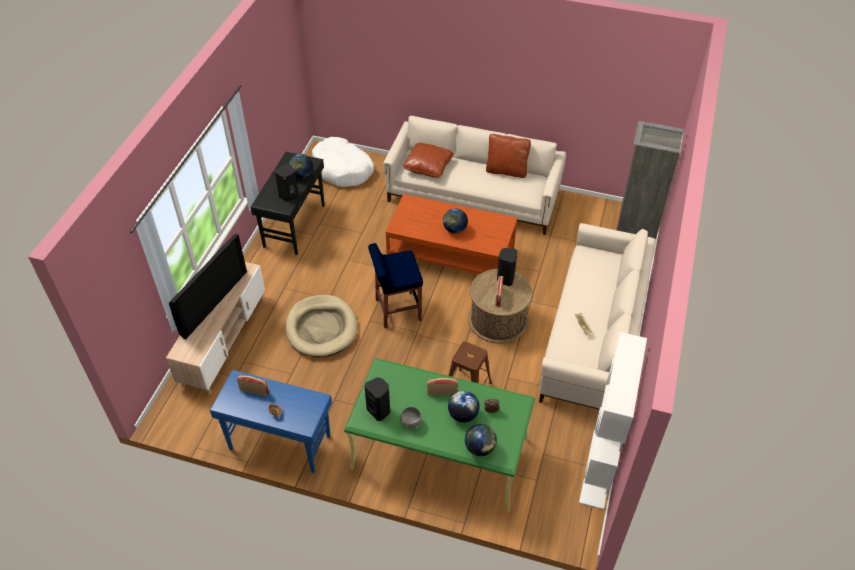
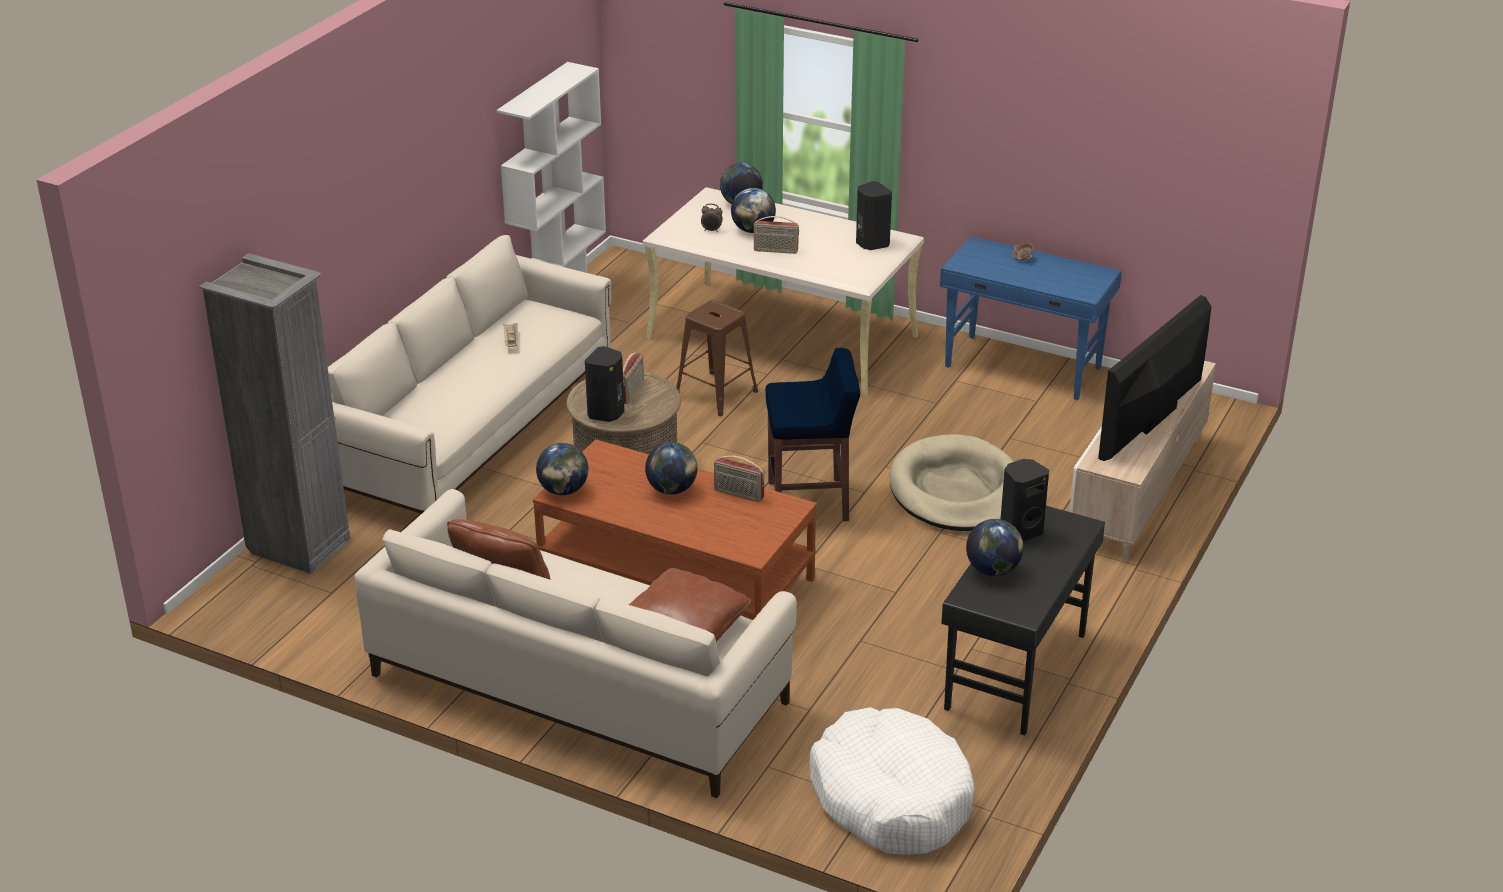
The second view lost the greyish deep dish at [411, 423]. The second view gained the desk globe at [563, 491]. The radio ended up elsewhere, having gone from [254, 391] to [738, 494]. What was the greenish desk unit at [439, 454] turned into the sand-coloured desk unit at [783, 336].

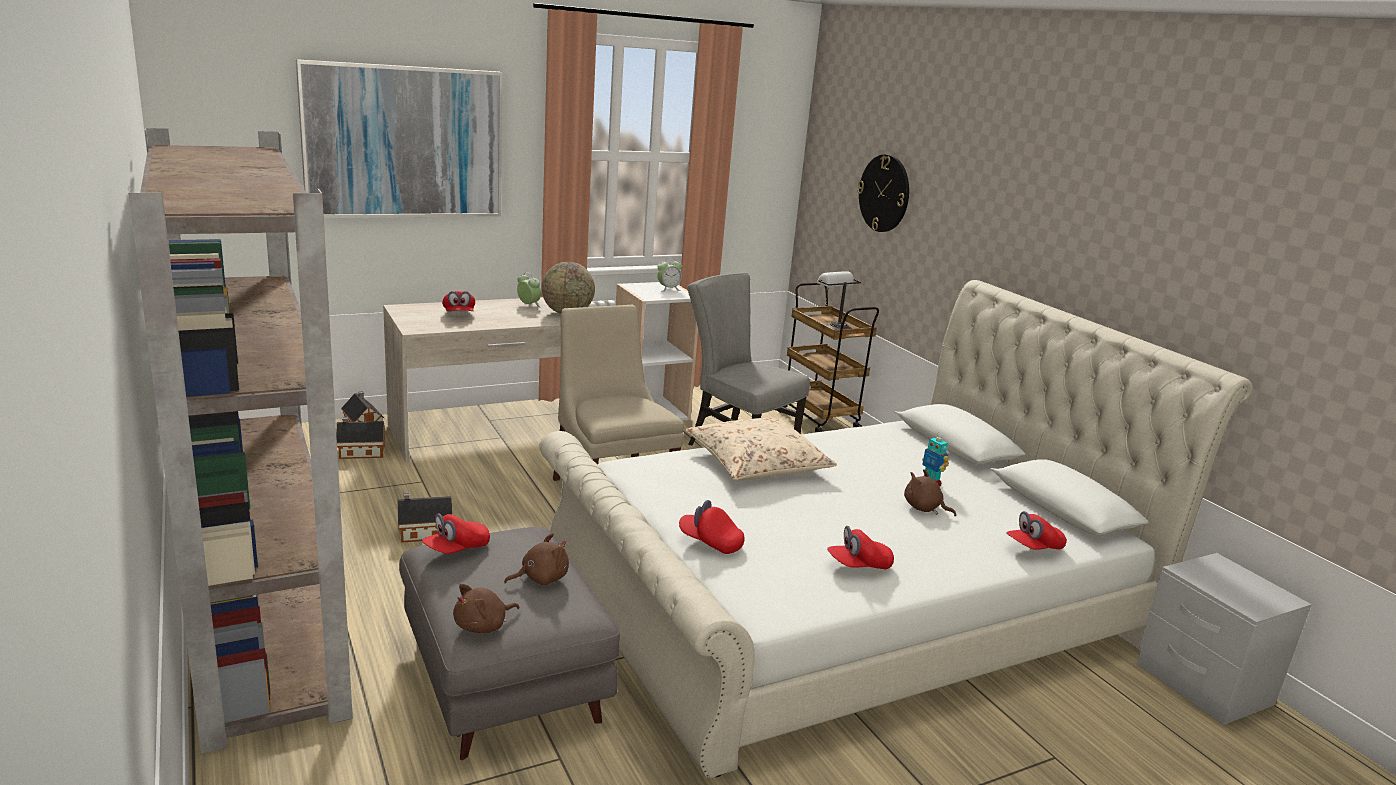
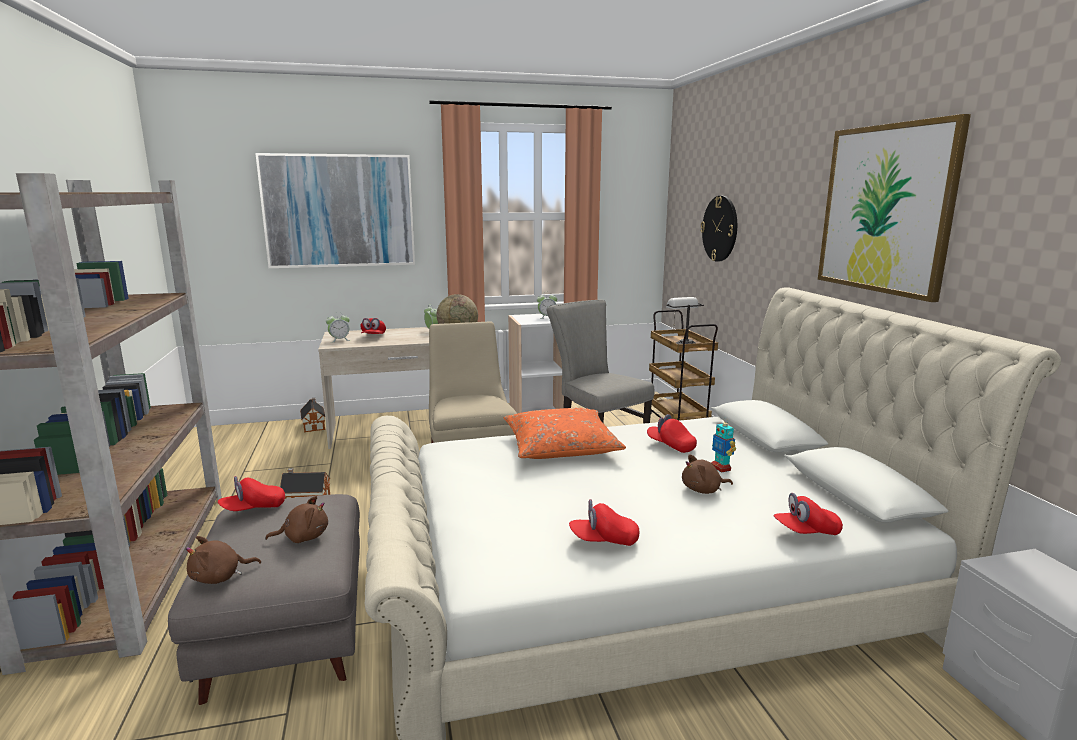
The second view lost the model house at [360, 452]. The second view gained the table clock at [339, 340]. The second view gained the wall art at [885, 209]. The red peaked cap ended up elsewhere, having gone from [710, 542] to [671, 446]. What was the sand-coloured pillow at [757, 463] turned into the orange-coloured pillow at [561, 447]. The brown soft toy at [924, 508] ended up facing another way, 60 degrees counterclockwise from before.

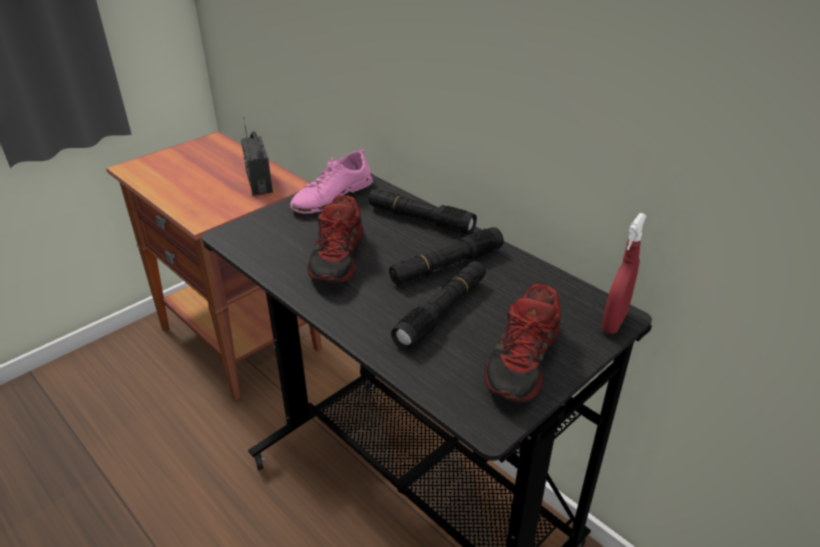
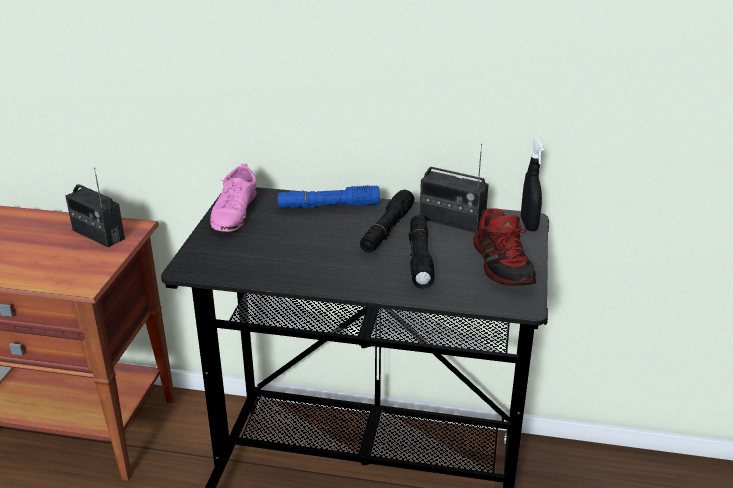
The second view lost the low shoe at [339, 258]. The second view gained the radio at [451, 221]. What was the blackish hand torch at [420, 220] turned into the blue hand torch at [328, 206]. What was the red spray bottle at [614, 322] turned into the blackish spray bottle at [529, 224].

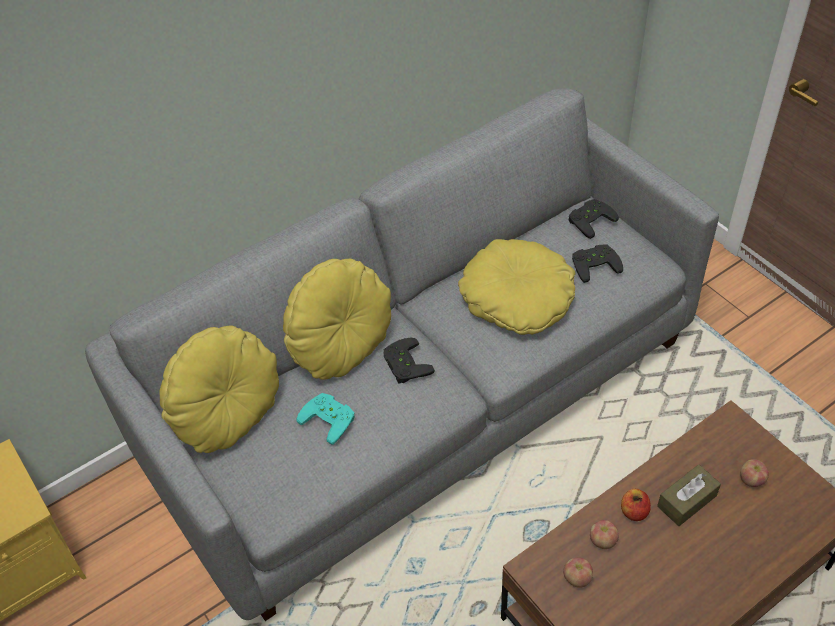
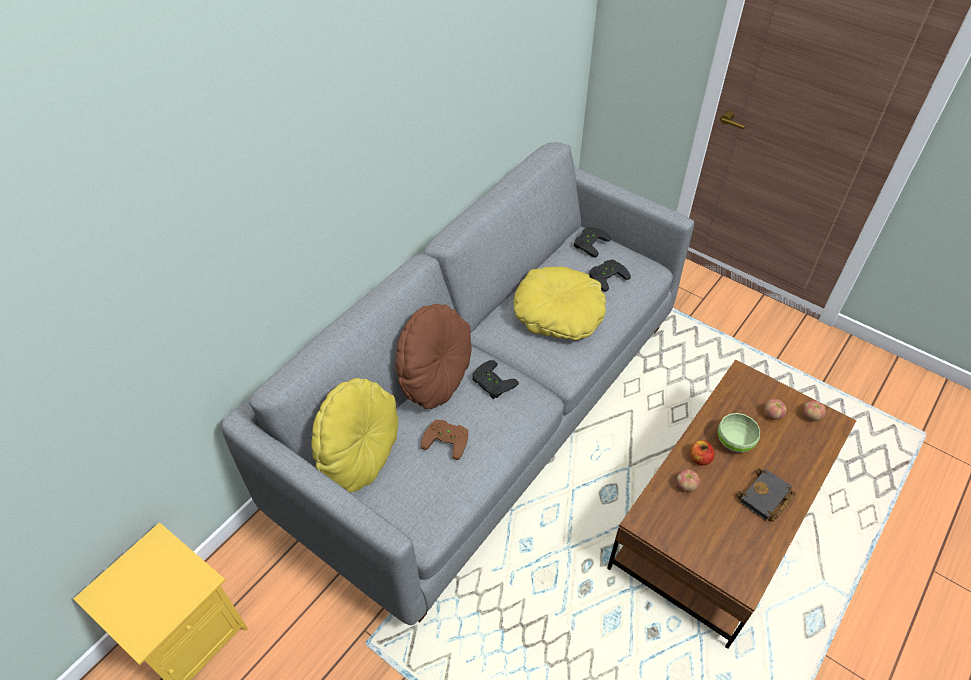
The second view gained the blackish bound book at [765, 499]. The whole apple ended up elsewhere, having gone from [577, 578] to [811, 416]. Where the brown tissue holder stood at [686, 501], the greenish deep dish came to stand at [734, 441]. What was the yellow pillow at [343, 351] turned into the brown pillow at [436, 383]. What was the blue-green joypad at [330, 418] turned into the brown joypad at [447, 439].

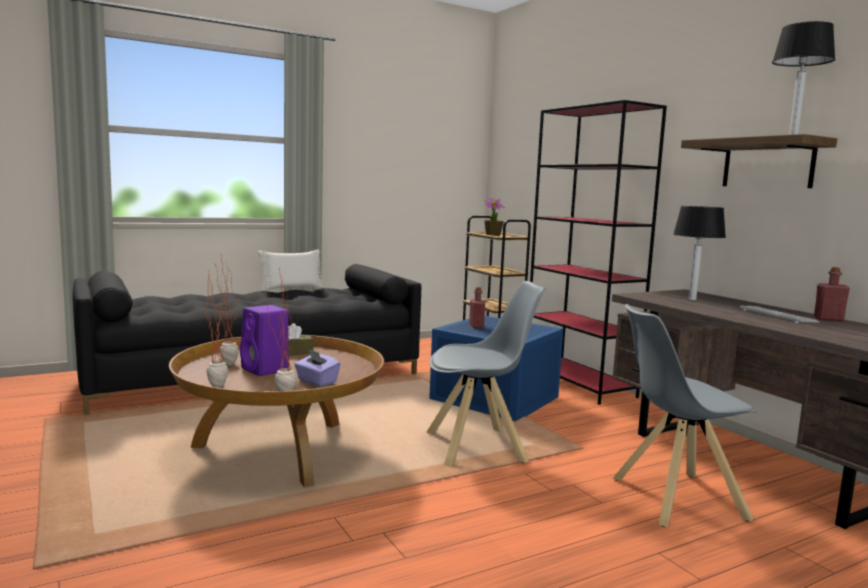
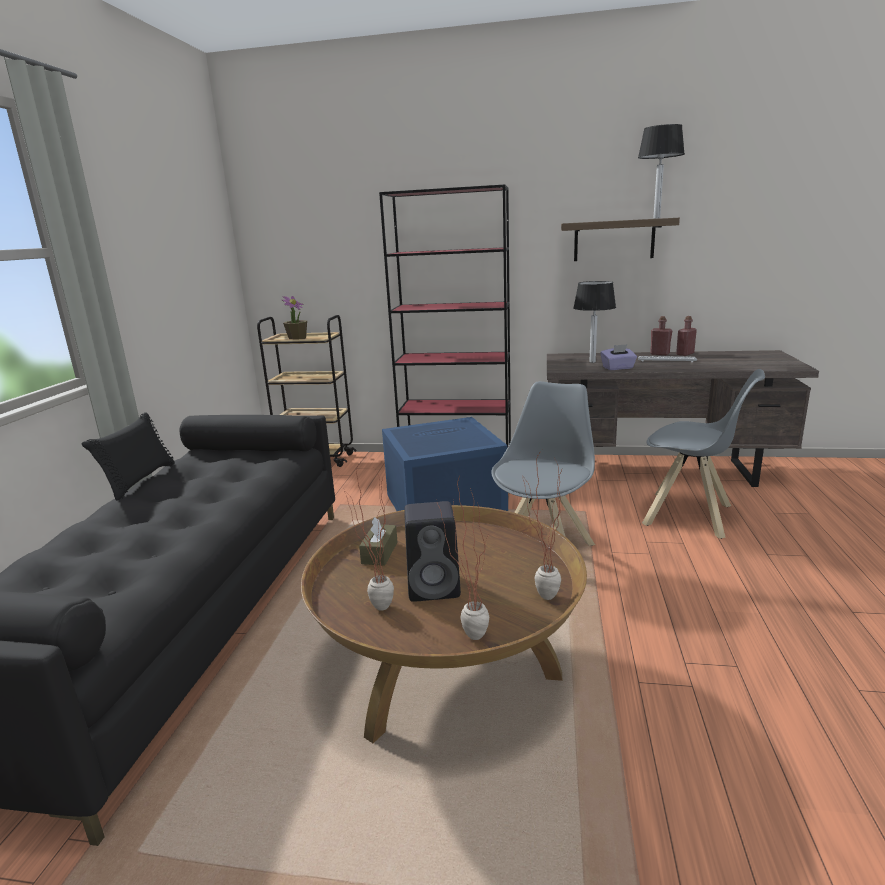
The purple tissue holder ended up elsewhere, having gone from [316, 381] to [618, 368]. The red bottle ended up elsewhere, having gone from [476, 326] to [659, 354]. What was the purple audio speaker at [266, 370] turned into the blackish audio speaker at [435, 587]. What was the white-coloured pillow at [291, 289] turned into the blackish pillow at [139, 481]. The greyish chair at [674, 498] ended up facing another way, 90 degrees counterclockwise from before.

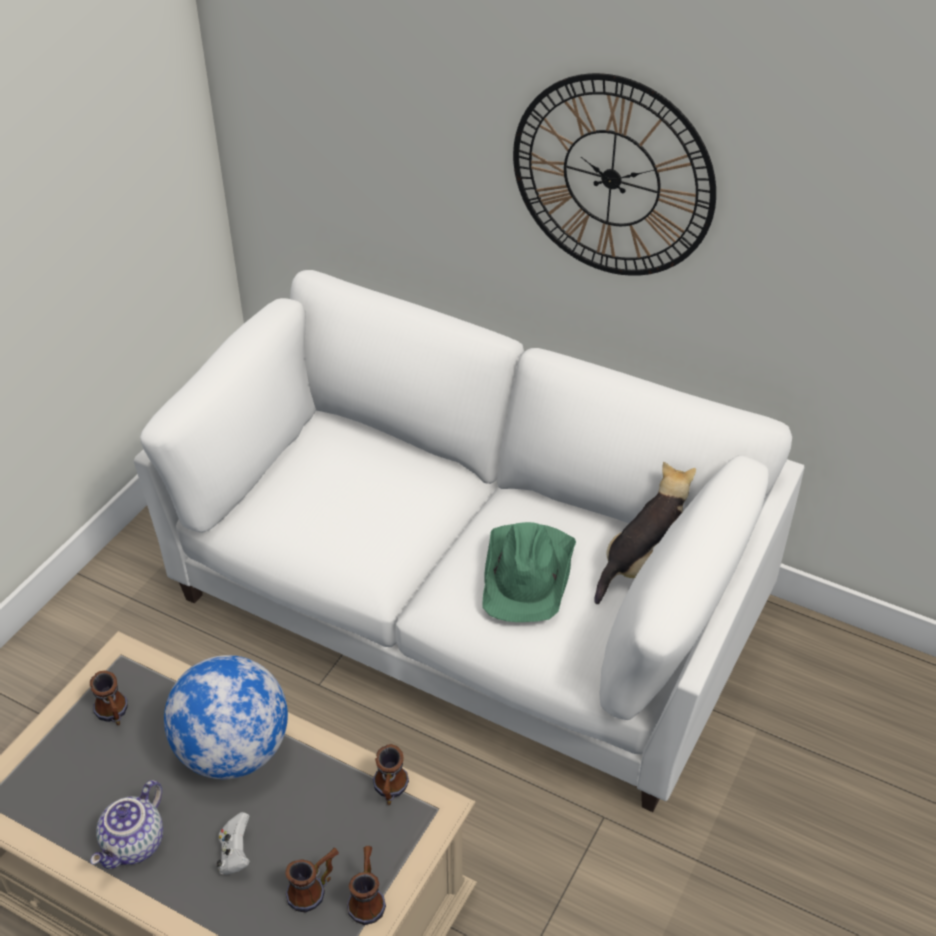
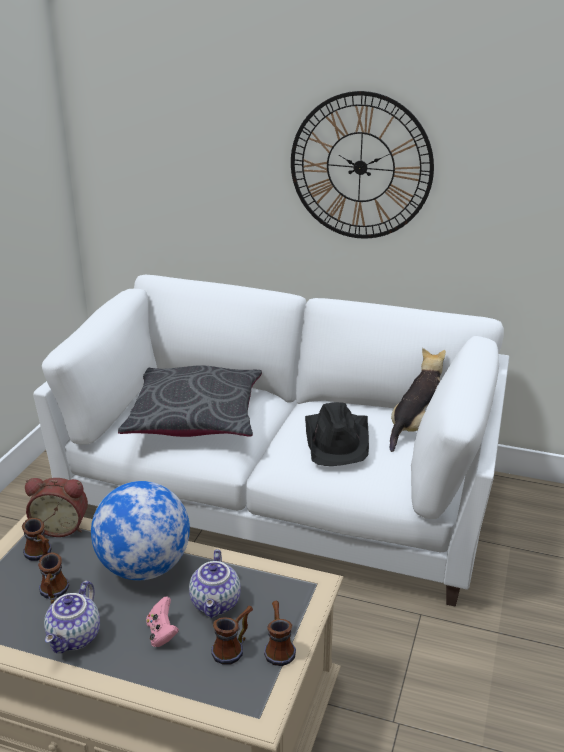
The second view gained the table clock at [61, 526]. The second view gained the greyish pillow at [195, 416]. The second view gained the teapot at [217, 604]. The mug ended up elsewhere, having gone from [390, 791] to [53, 595]. What was the white-coloured joypad at [235, 854] turned into the pinkish joypad at [162, 633]. What was the greenish wearable hat at [528, 573] turned into the blackish wearable hat at [337, 440].

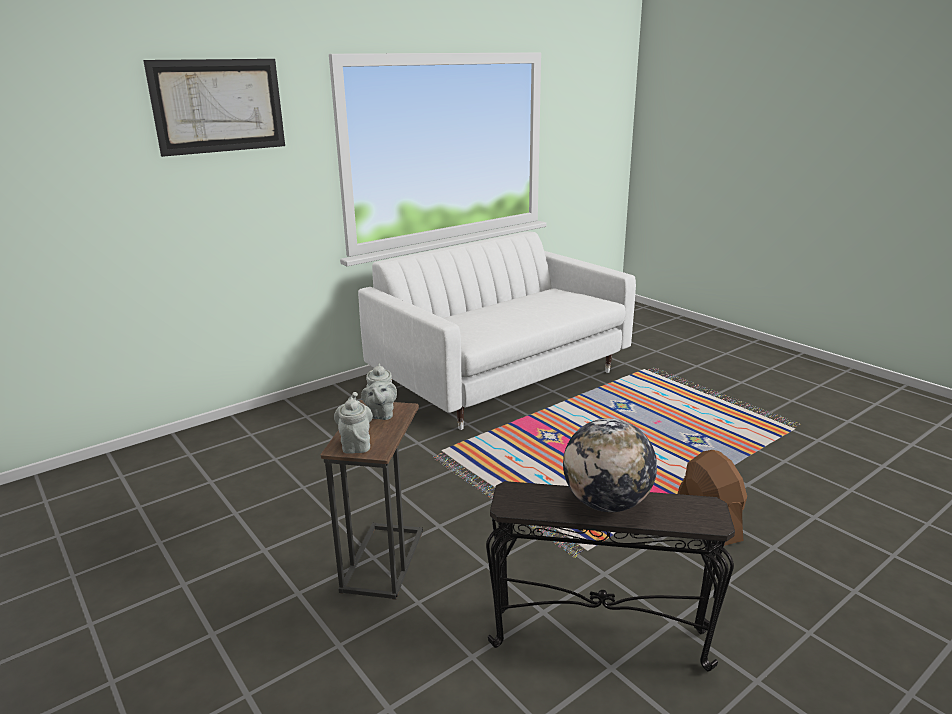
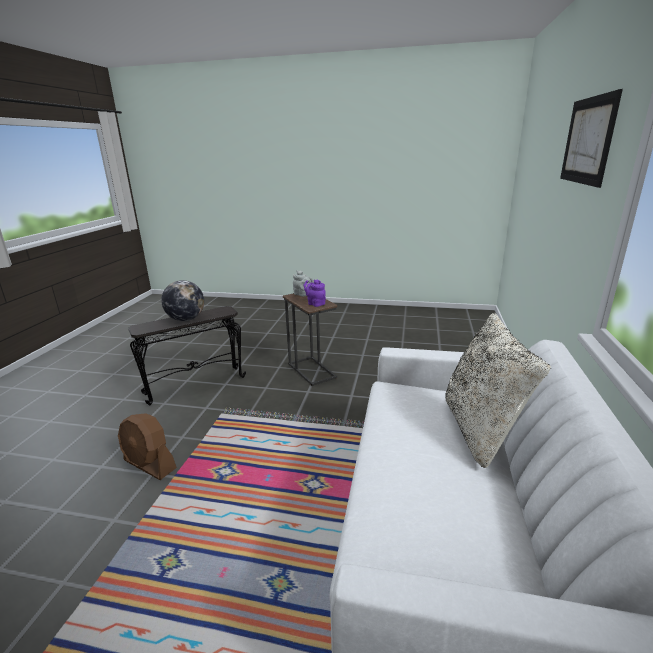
The second view gained the sand-coloured pillow at [479, 434]. What was the greyish teapot at [381, 414] turned into the purple teapot at [315, 303].

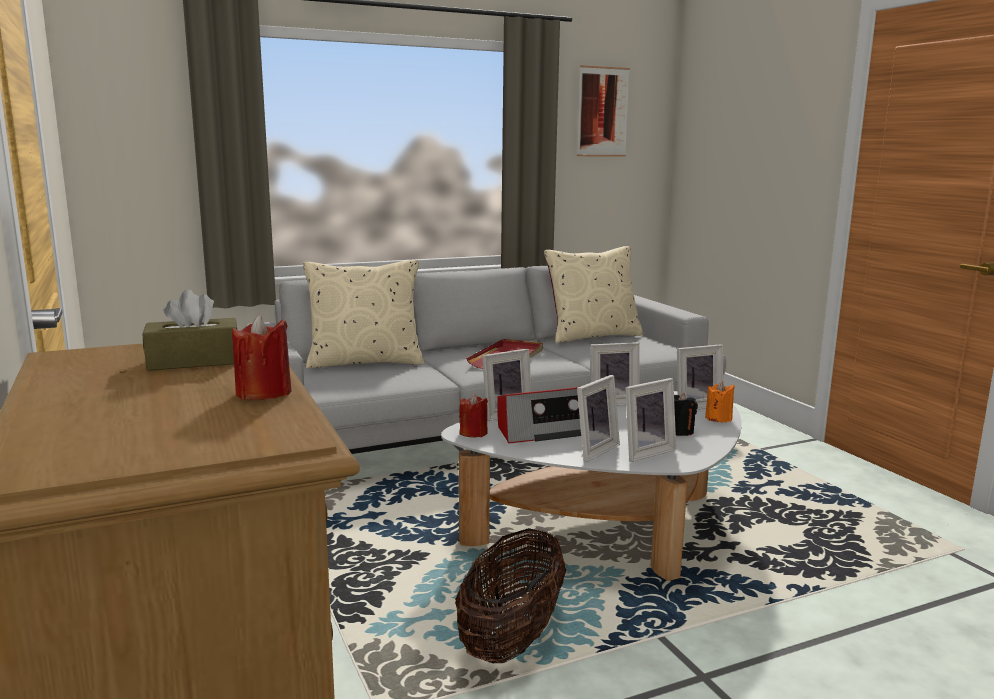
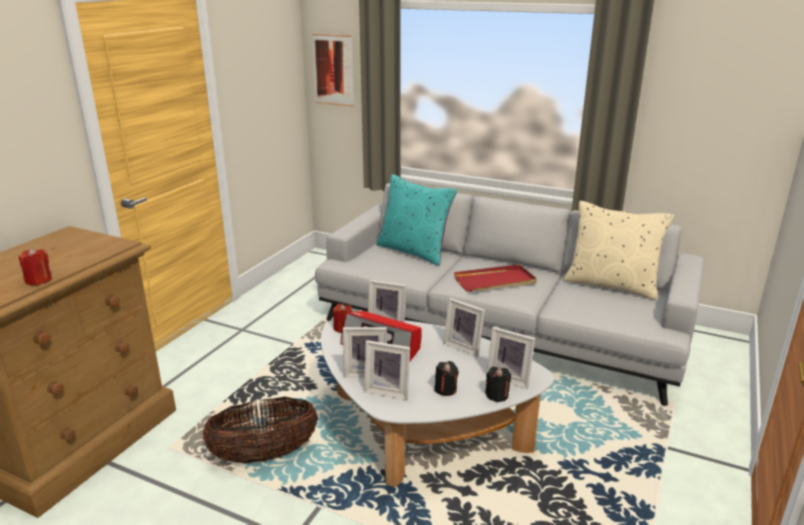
The second view lost the brown tissue holder at [194, 361]. The wall art ended up elsewhere, having gone from [602, 112] to [333, 70]. What was the sand-coloured pillow at [365, 362] turned into the blue-green pillow at [414, 251]. What was the orange-coloured candle at [718, 418] turned into the blackish candle at [497, 395].

